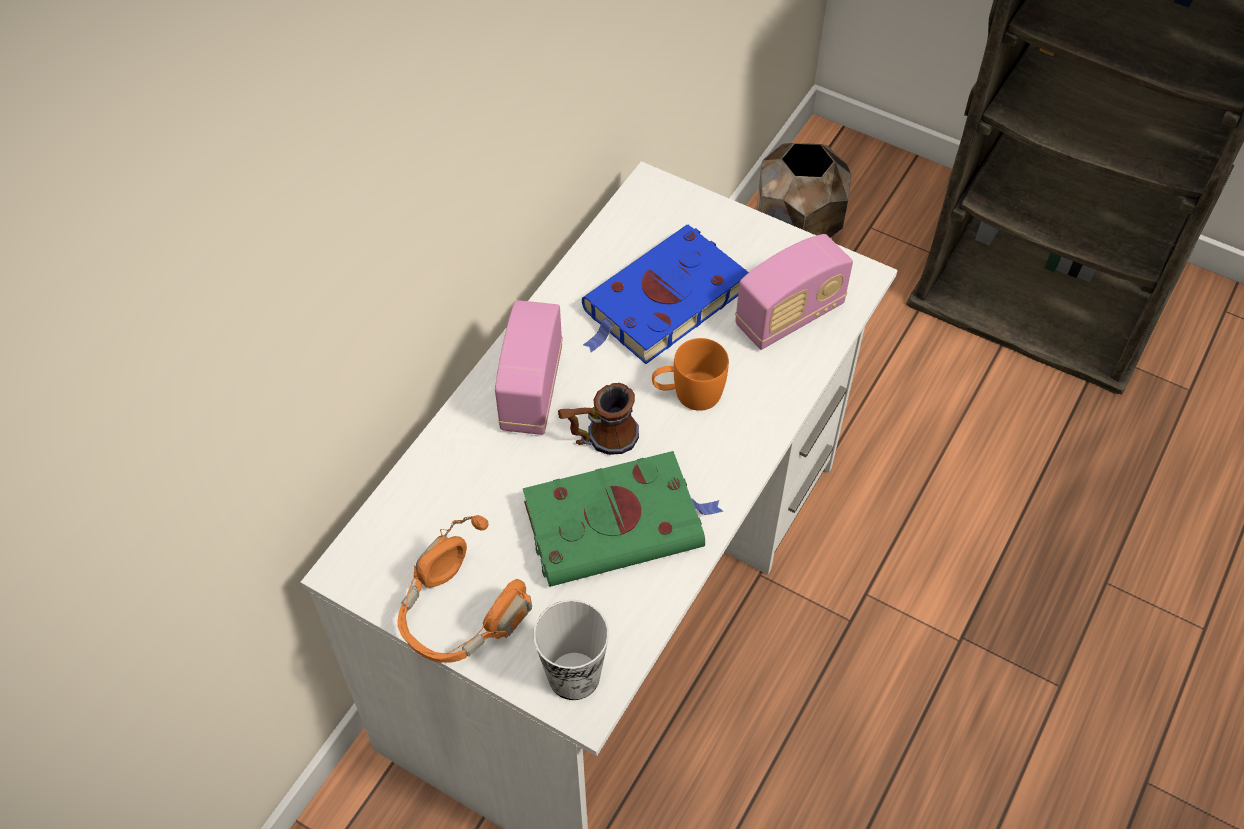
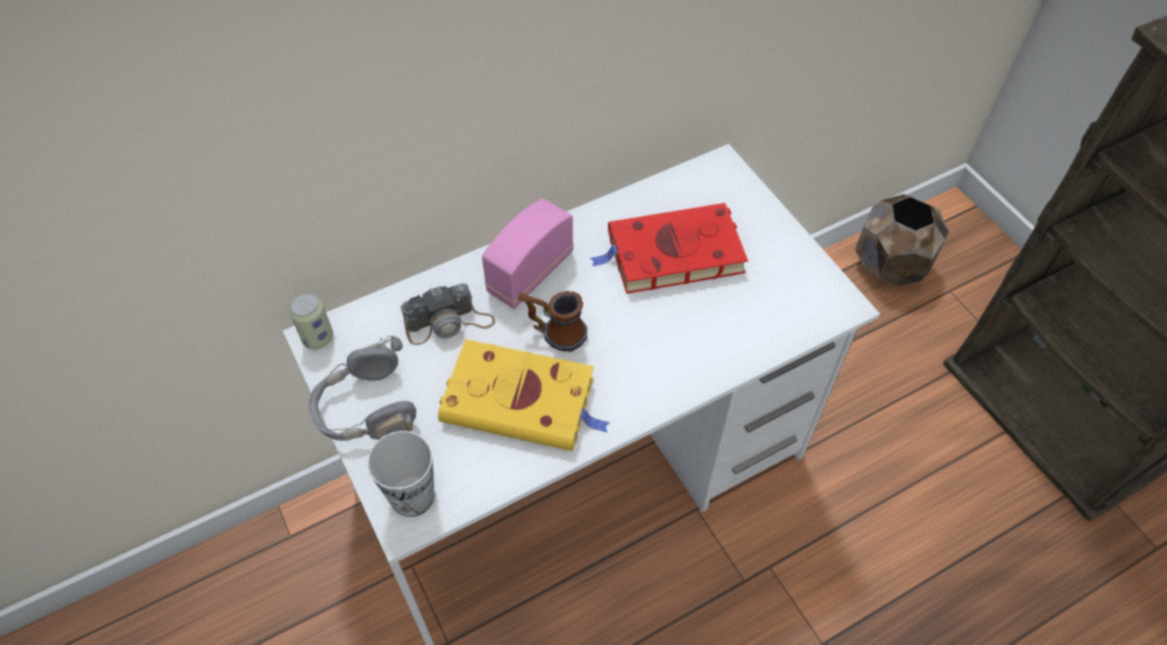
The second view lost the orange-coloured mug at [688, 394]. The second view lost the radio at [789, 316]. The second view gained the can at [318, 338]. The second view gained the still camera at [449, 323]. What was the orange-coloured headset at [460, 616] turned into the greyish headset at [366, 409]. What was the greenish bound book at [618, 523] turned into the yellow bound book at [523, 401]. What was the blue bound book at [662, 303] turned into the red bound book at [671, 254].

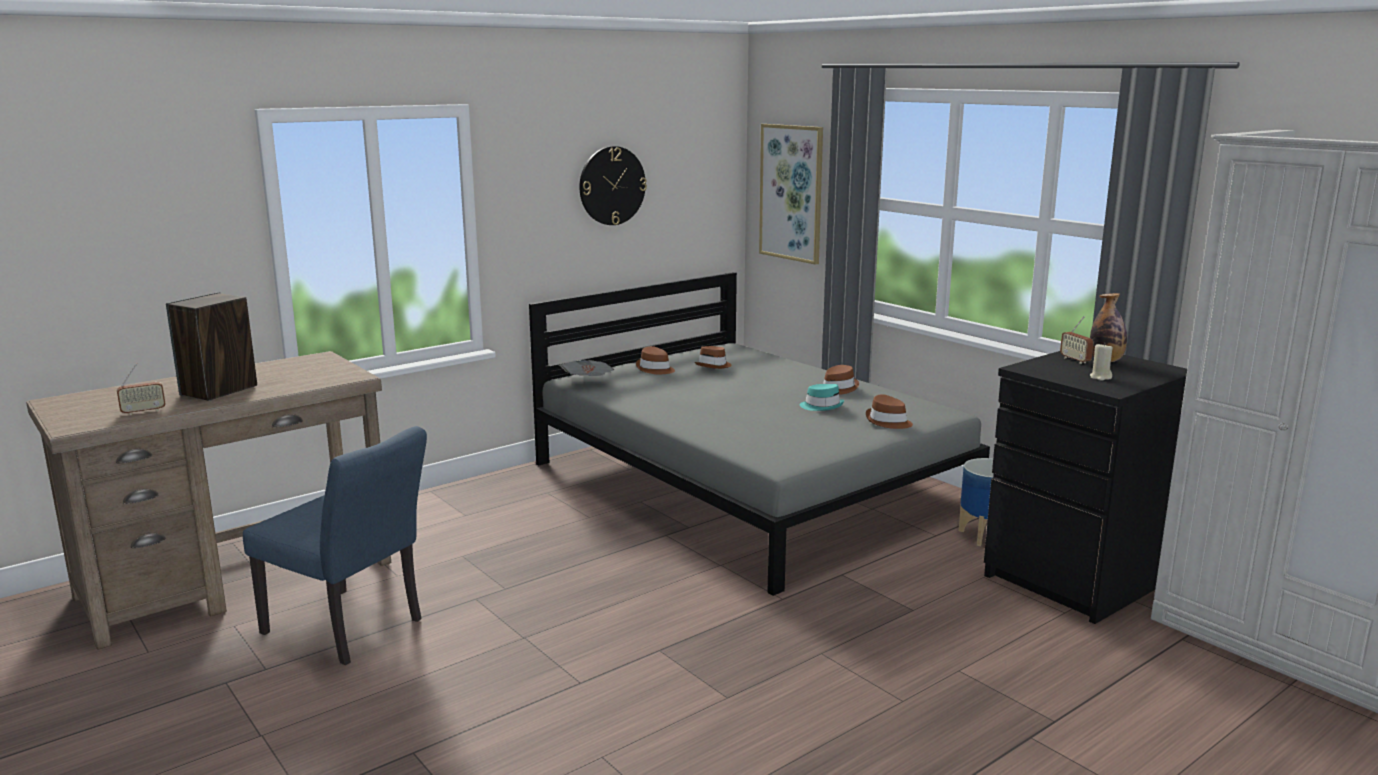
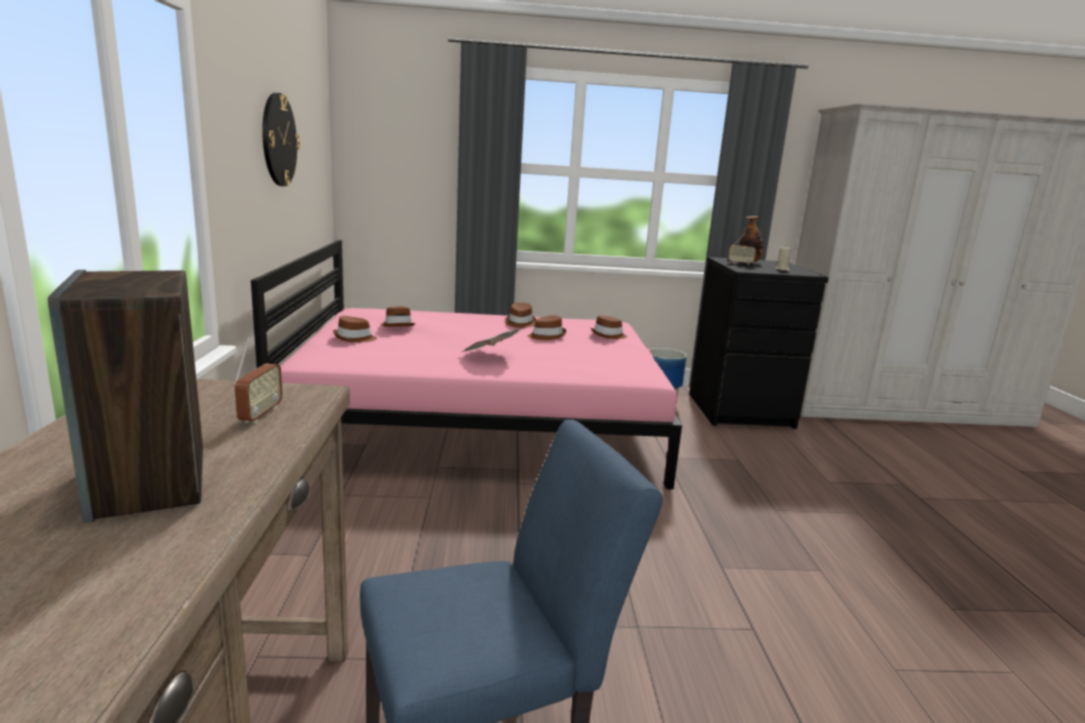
The second view lost the wall art at [791, 193]. The radio ended up elsewhere, having gone from [143, 412] to [260, 415]. The newspaper ended up elsewhere, having gone from [588, 383] to [490, 356]. What was the greyish bedroom bed at [748, 484] turned into the pinkish bedroom bed at [478, 423]. What was the blue-green wearable hat at [822, 406] turned into the brown wearable hat at [546, 336].

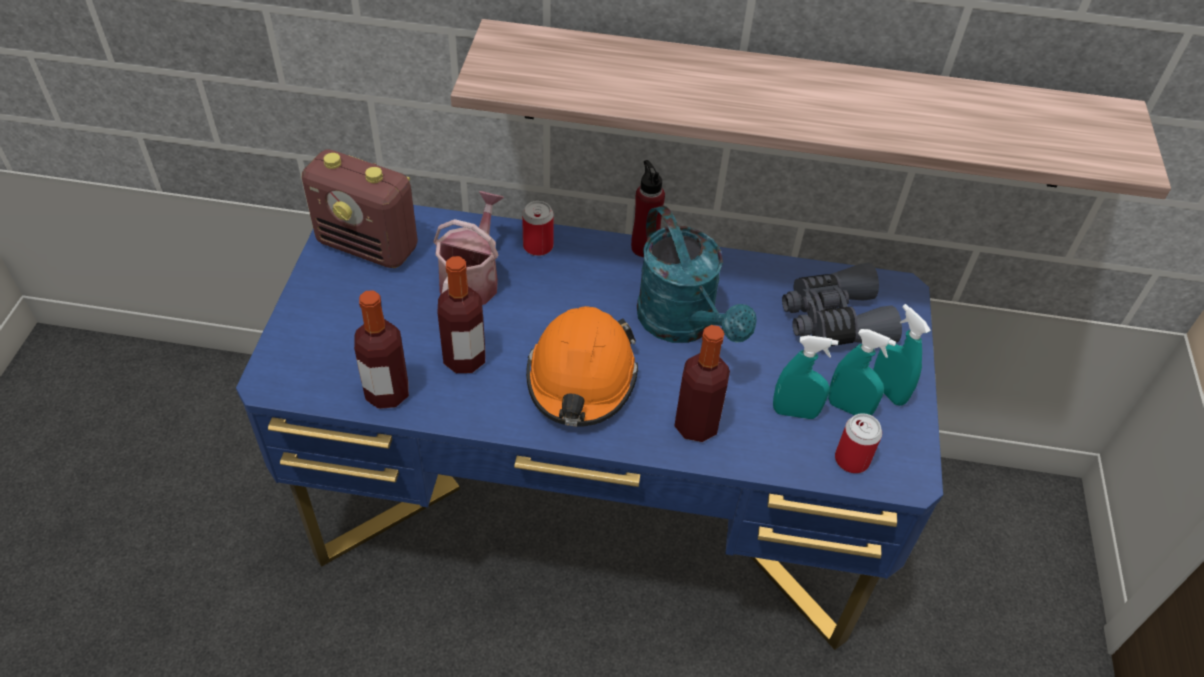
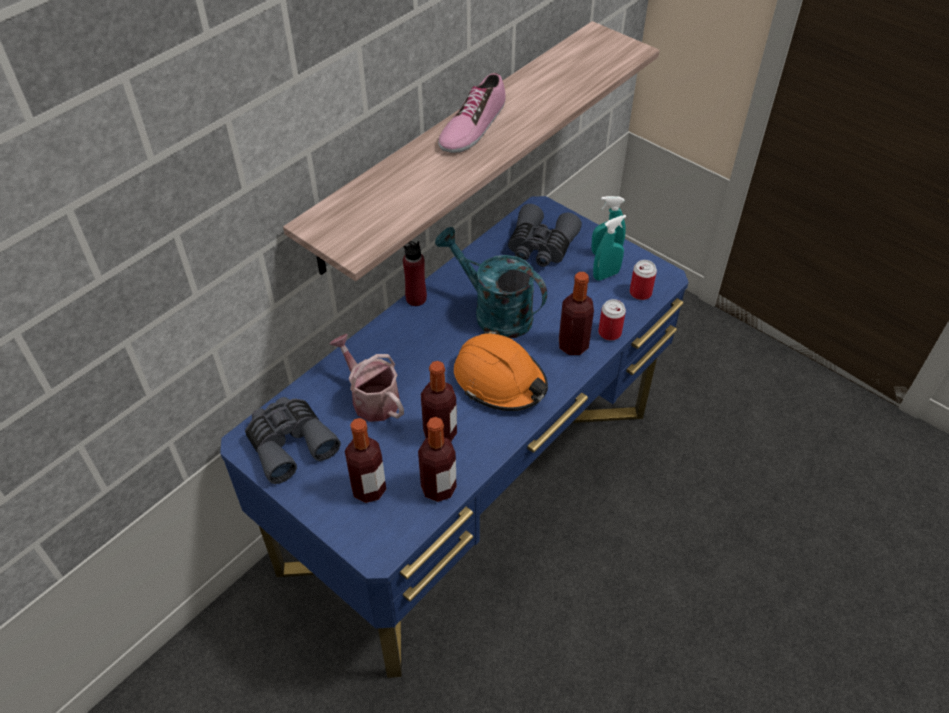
The second view lost the blue-green spray bottle at [795, 412]. The second view gained the bottle at [369, 489]. The second view gained the low shoe at [472, 126]. The can ended up elsewhere, having gone from [538, 246] to [609, 332]. Where the radio stood at [369, 246], the greyish pair of binoculars came to stand at [290, 443]. The blue-green sprinkling can at [684, 324] ended up facing another way, 150 degrees counterclockwise from before.

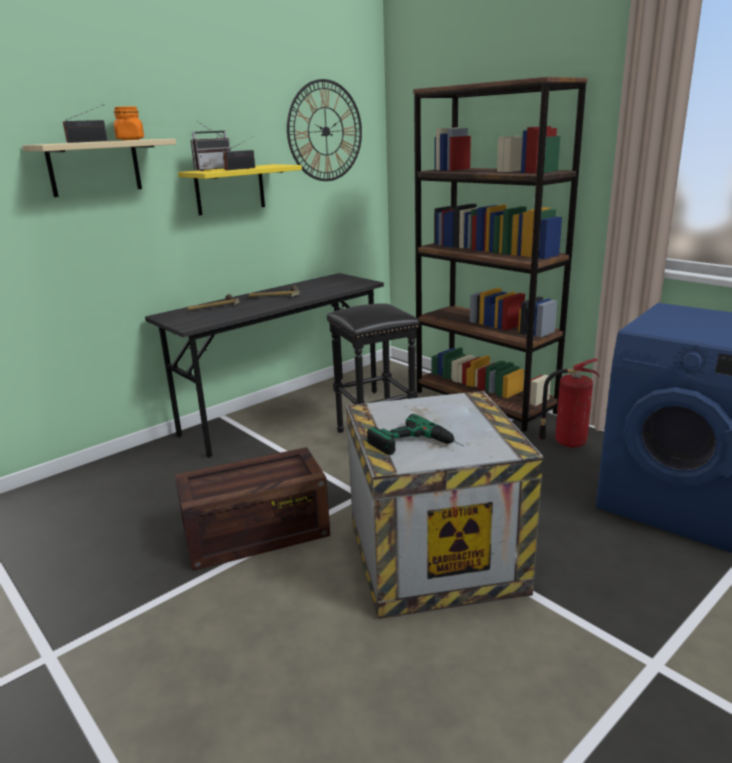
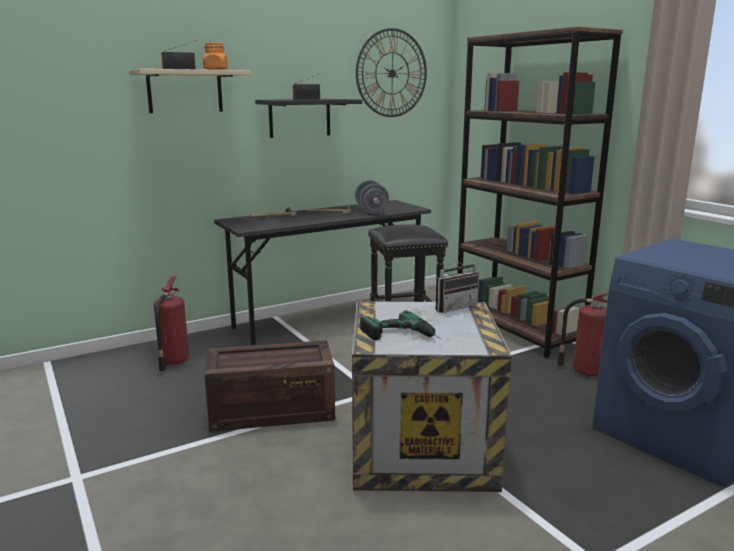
The second view gained the fire extinguisher at [173, 362]. The second view gained the greyish dumbbell at [371, 211]. The radio ended up elsewhere, having gone from [211, 169] to [453, 307]. What was the yellow shelf at [230, 189] turned into the blackish shelf at [300, 118].

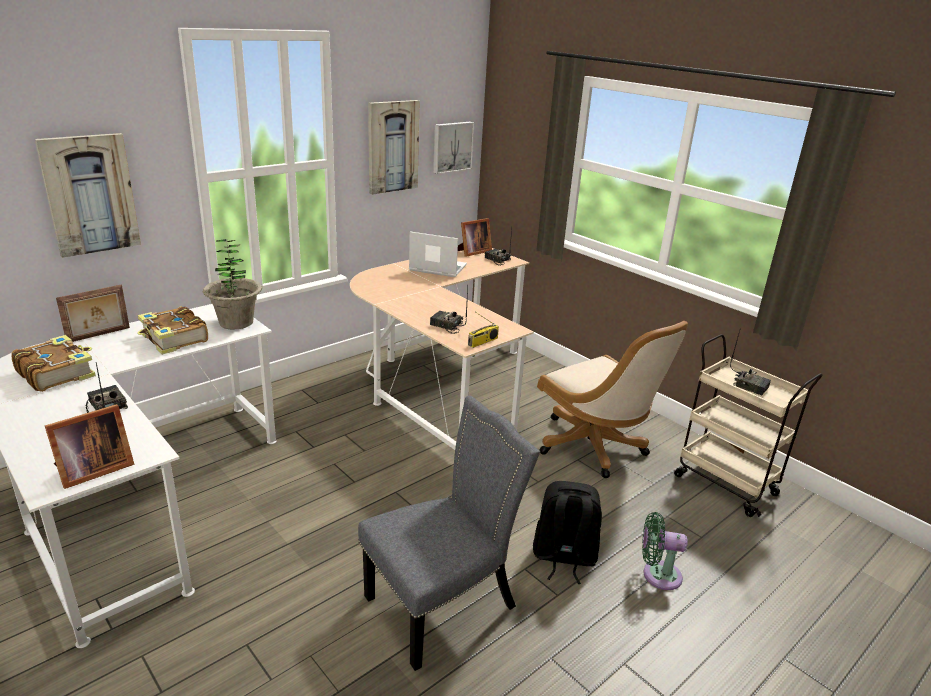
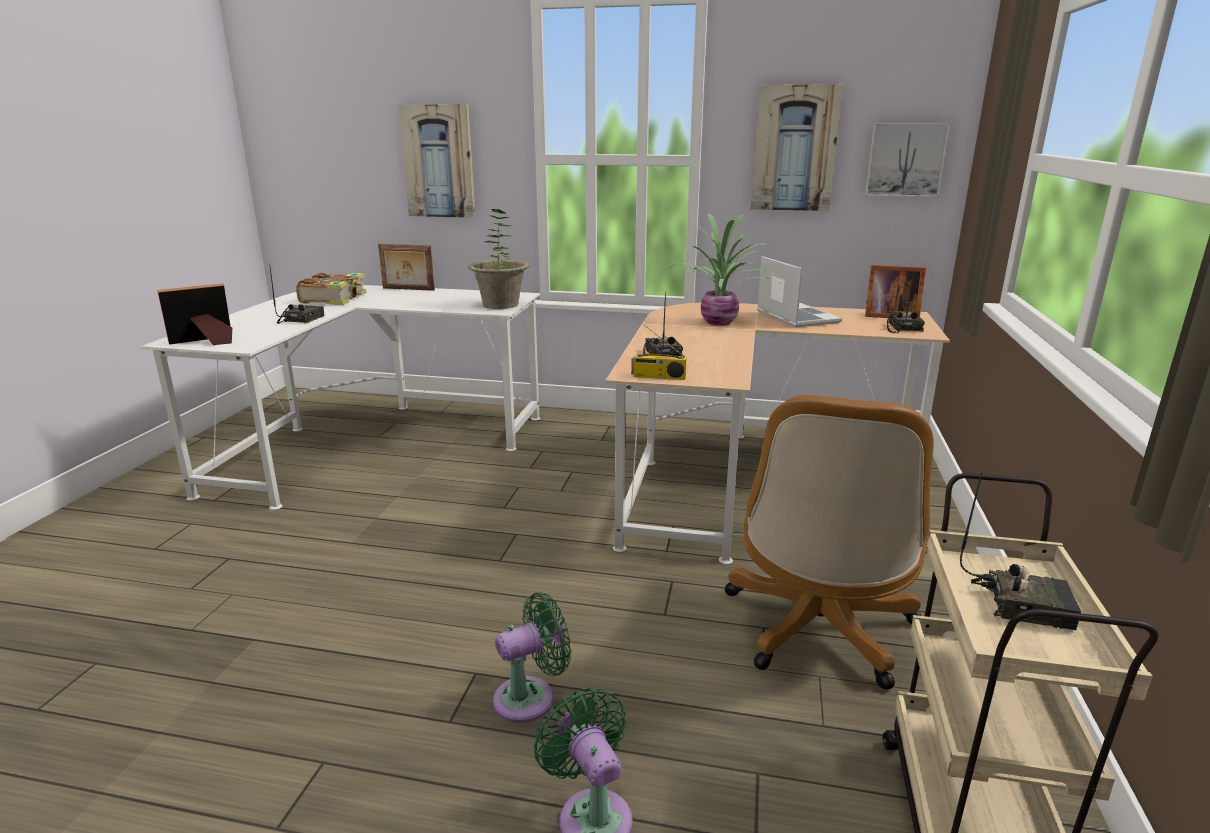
The second view lost the bound book at [174, 339]. The second view lost the greyish chair at [439, 607]. The second view gained the plant in a pot at [720, 322]. Where the blackish knapsack stood at [563, 557], the greenish cooling fan came to stand at [530, 697]. The standing frame at [92, 470] ended up facing another way, 135 degrees clockwise from before. The radio at [750, 385] ended up facing another way, 75 degrees counterclockwise from before.

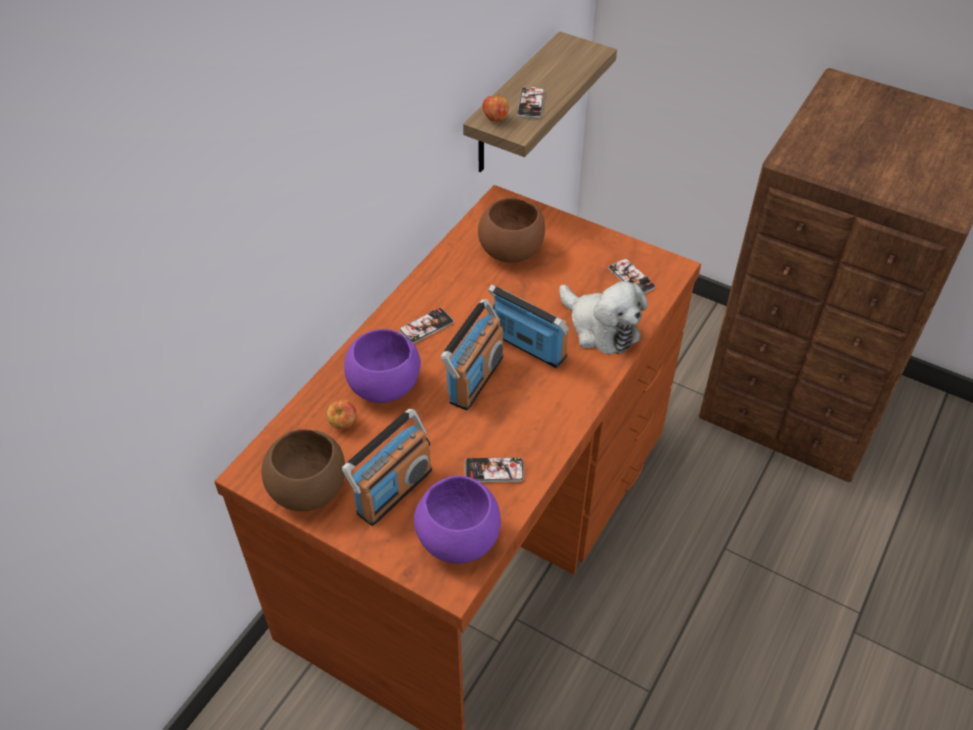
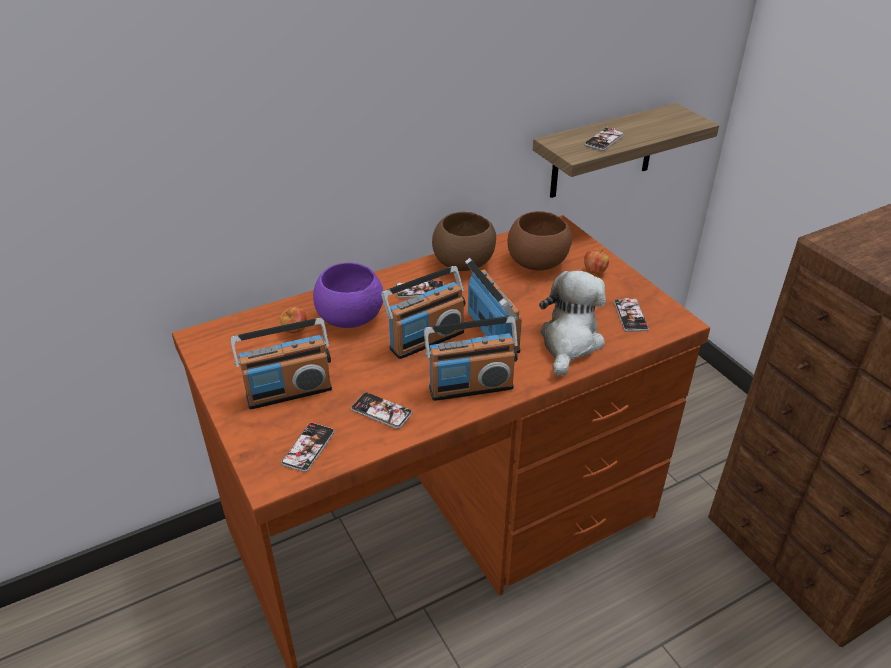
The second view gained the radio at [470, 387]. The brown deep dish ended up elsewhere, having gone from [310, 489] to [464, 263]. The whole apple ended up elsewhere, having gone from [495, 119] to [594, 272]. Where the purple deep dish stood at [459, 537], the telephone came to stand at [308, 447]. The soft toy at [600, 328] ended up facing another way, 150 degrees counterclockwise from before.

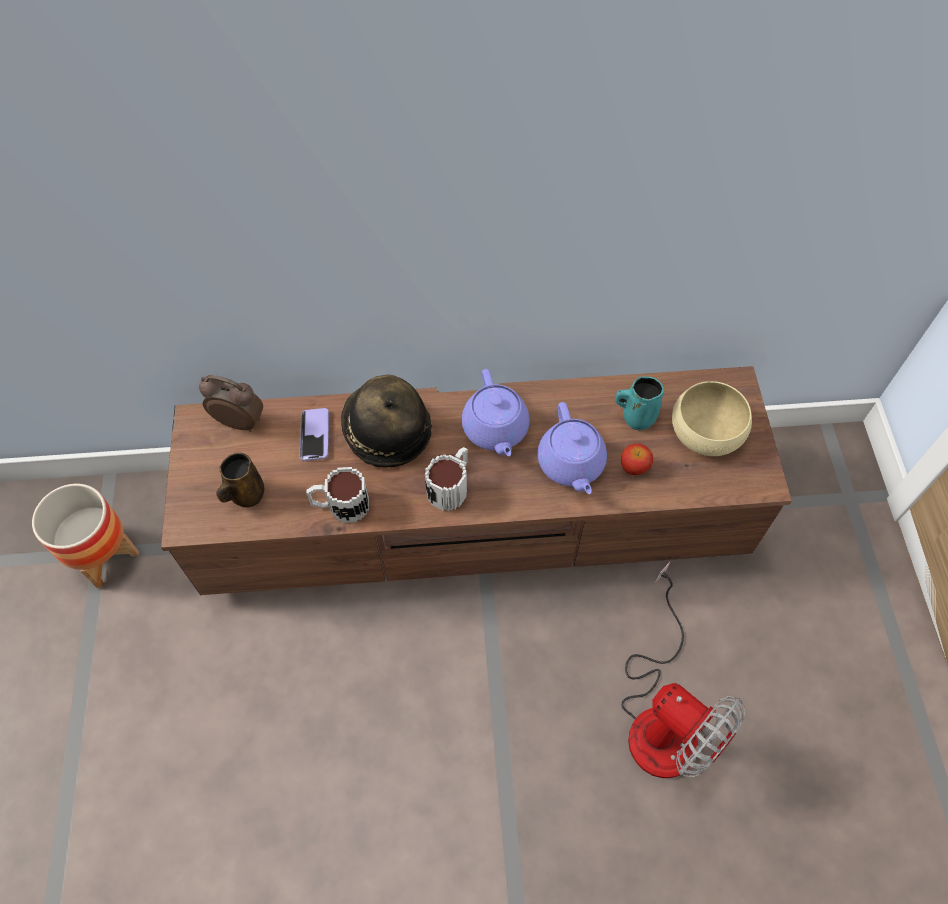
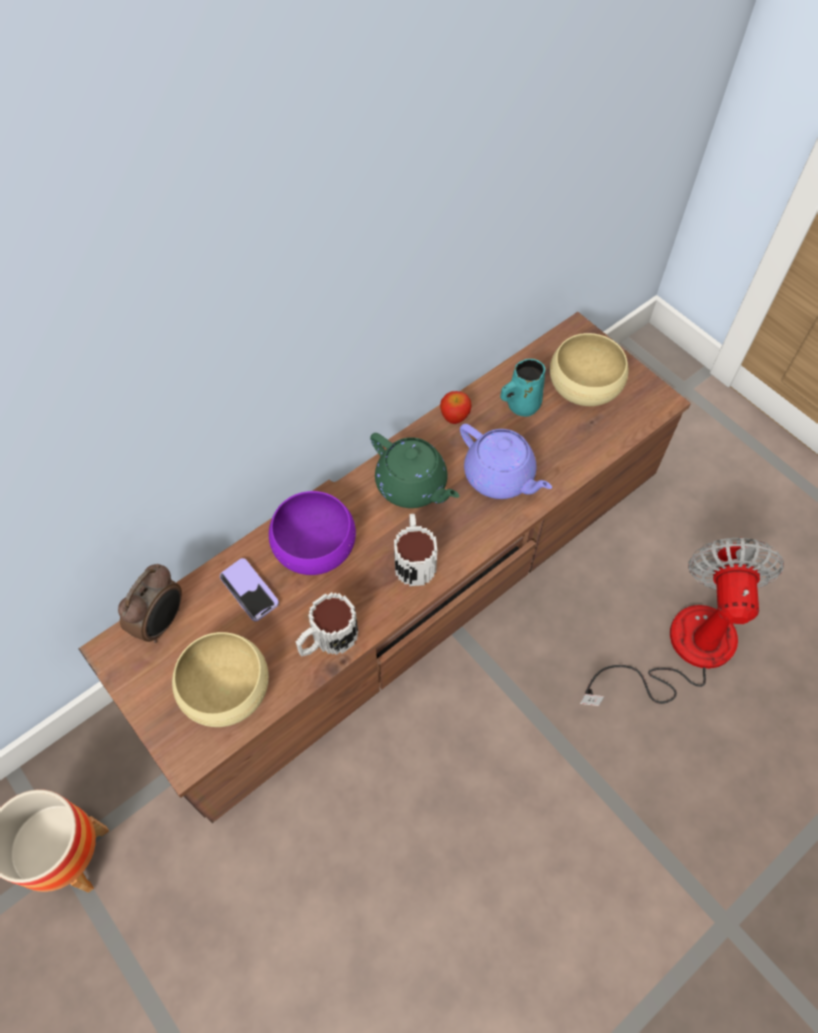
The whole apple ended up elsewhere, having gone from [634, 467] to [455, 416]. Where the brown mug stood at [246, 495], the sand-coloured deep dish came to stand at [226, 688]. Where the wearable hat stood at [386, 431], the purple deep dish came to stand at [314, 545]. What was the purple teapot at [495, 430] turned into the greenish teapot at [412, 485]. The table clock at [240, 421] ended up facing another way, 135 degrees clockwise from before. The cooling fan at [662, 715] ended up facing another way, 90 degrees counterclockwise from before.

